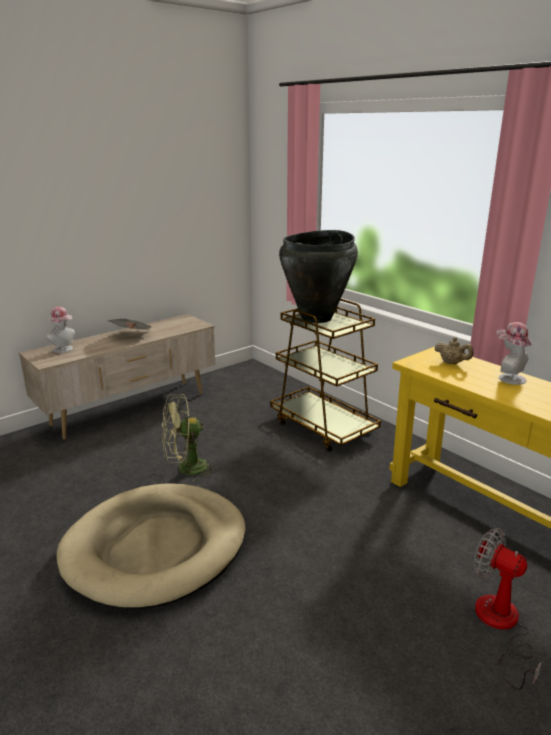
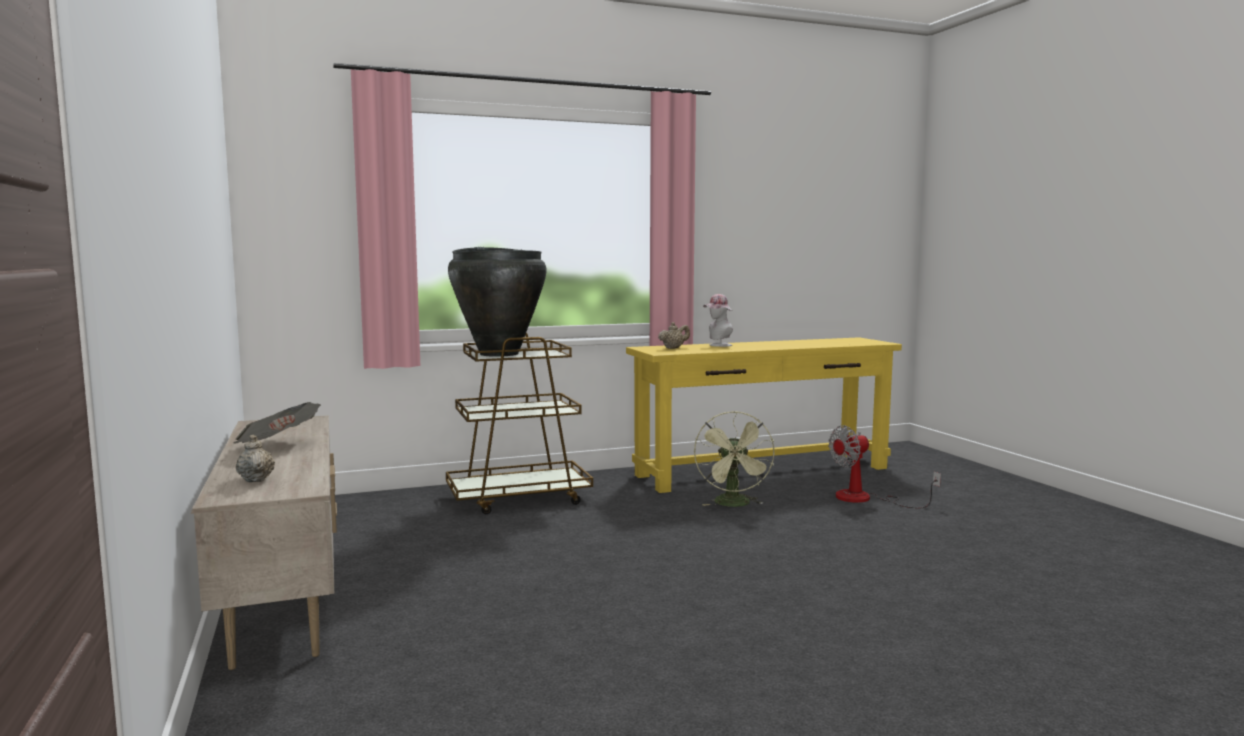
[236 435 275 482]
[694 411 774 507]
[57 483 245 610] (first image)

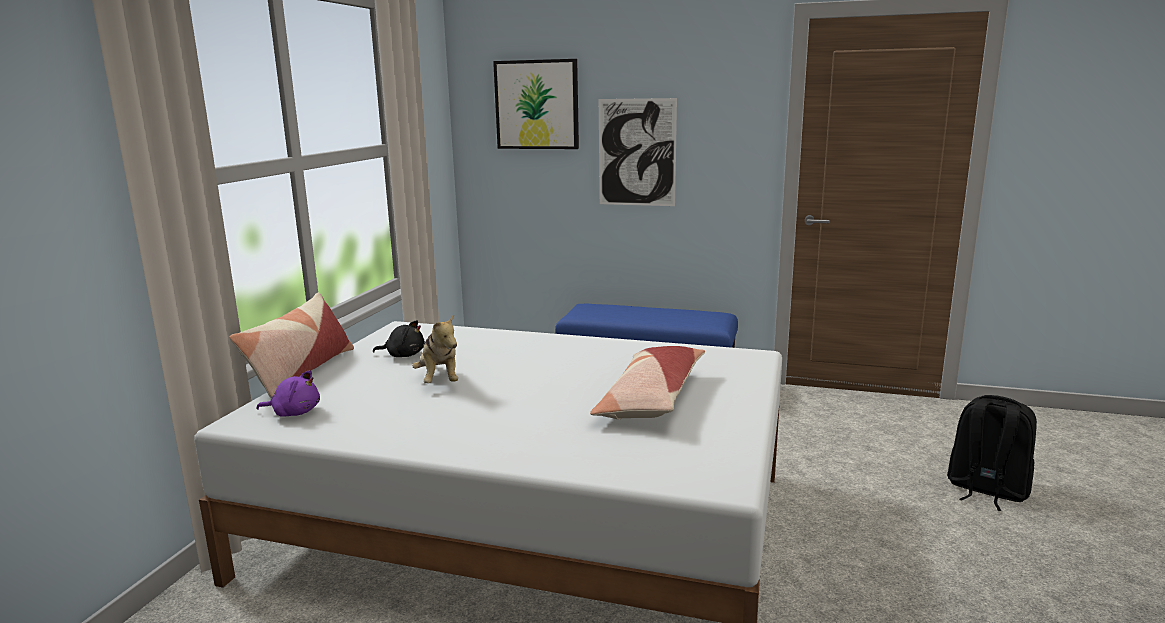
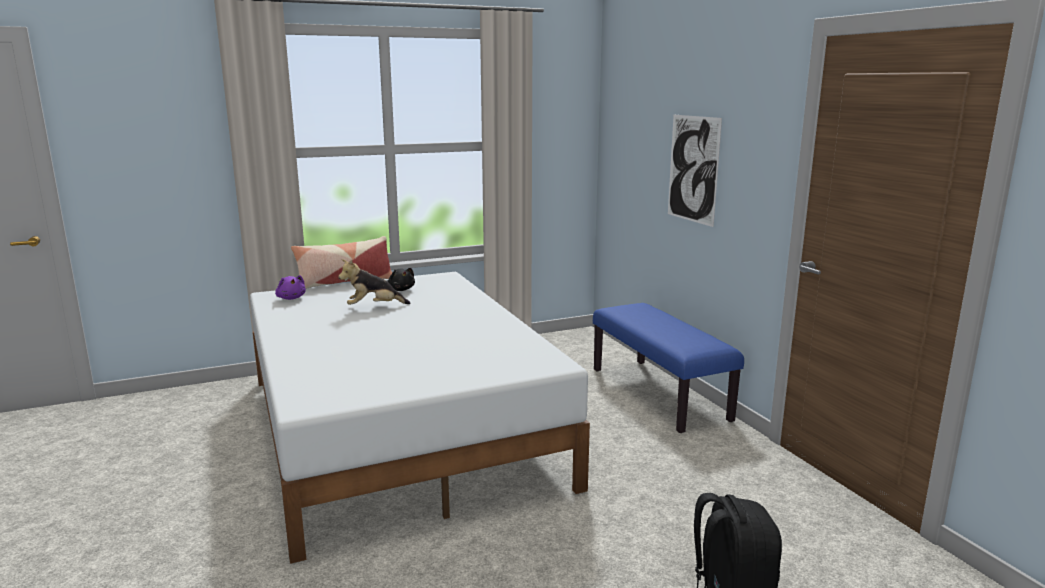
[338 259 411 305]
[493 59 579 149] (first image)
[590 346 705 419] (first image)

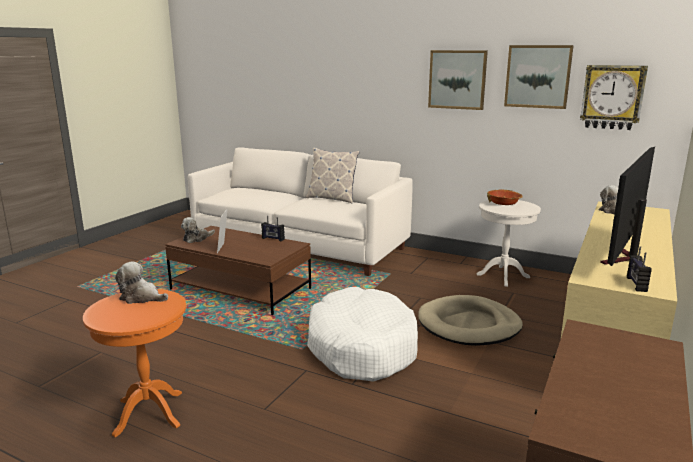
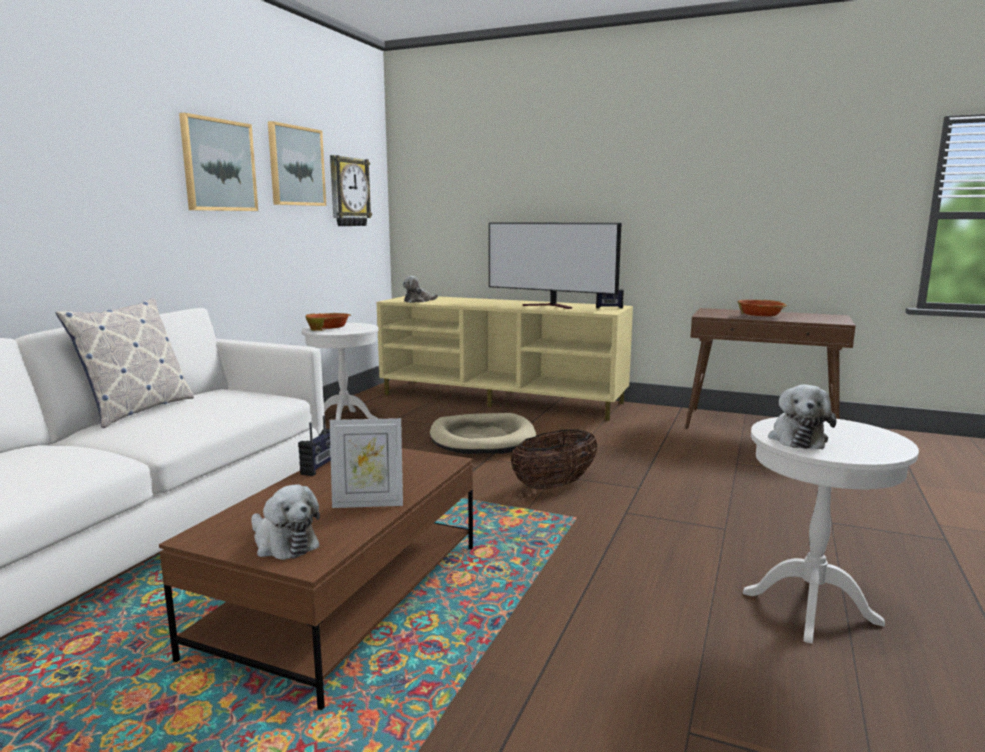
[511 429 597 490]
[738 300 787 316]
[743 417 919 644]

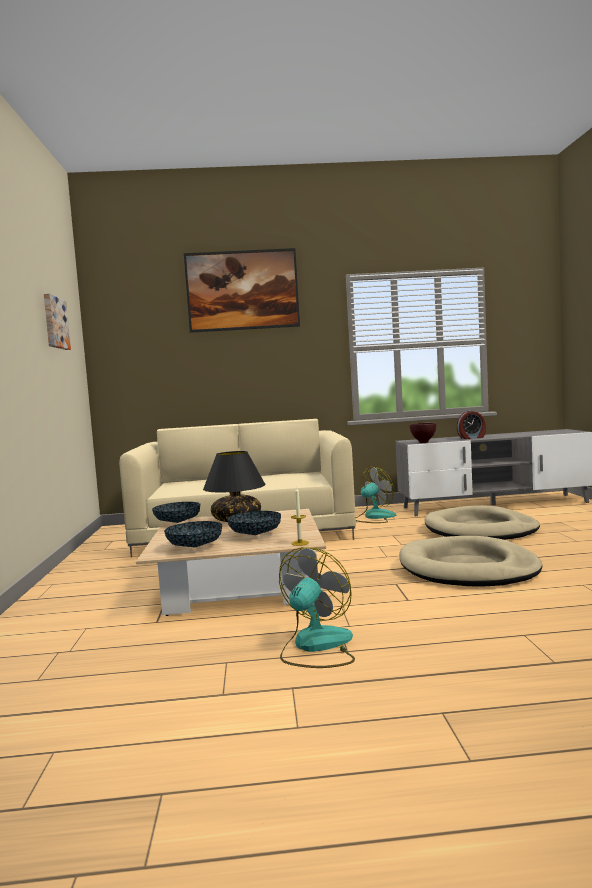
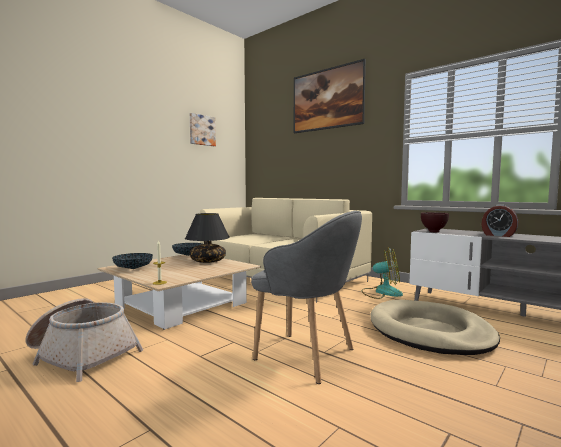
[26 298 143 382]
[251 211 362 384]
[227 511 281 535] (first image)

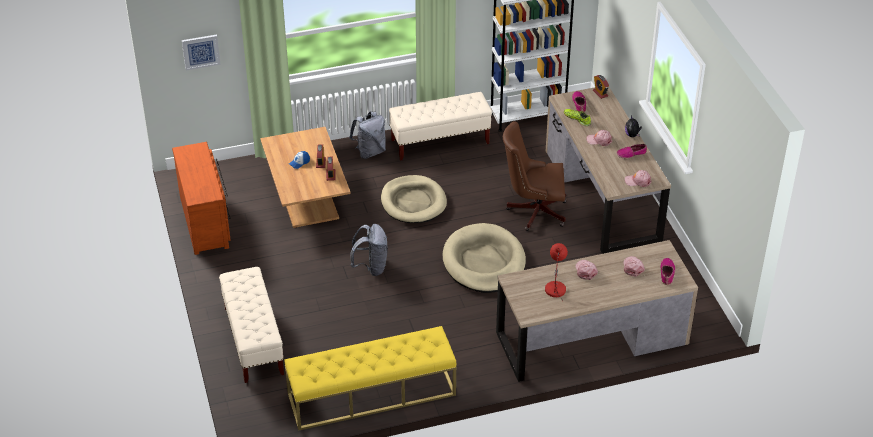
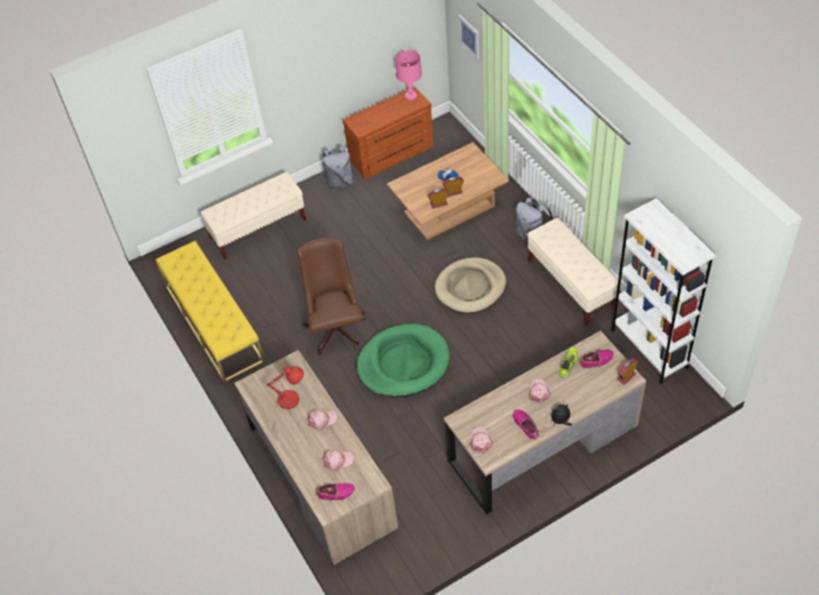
[297 238 366 355]
[322 146 354 189]
[357 324 450 397]
[395 50 422 100]

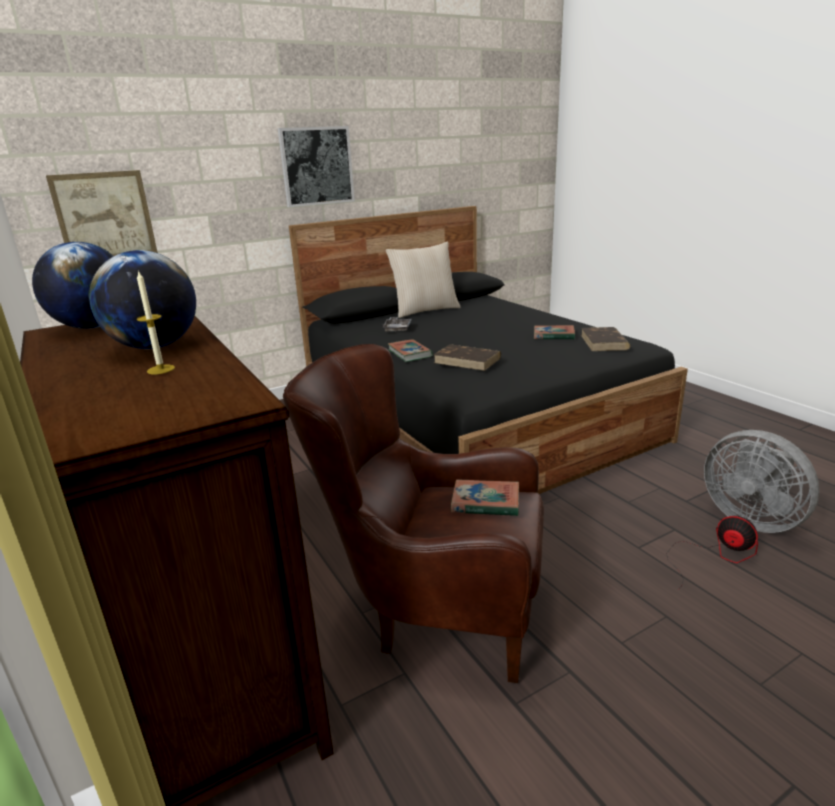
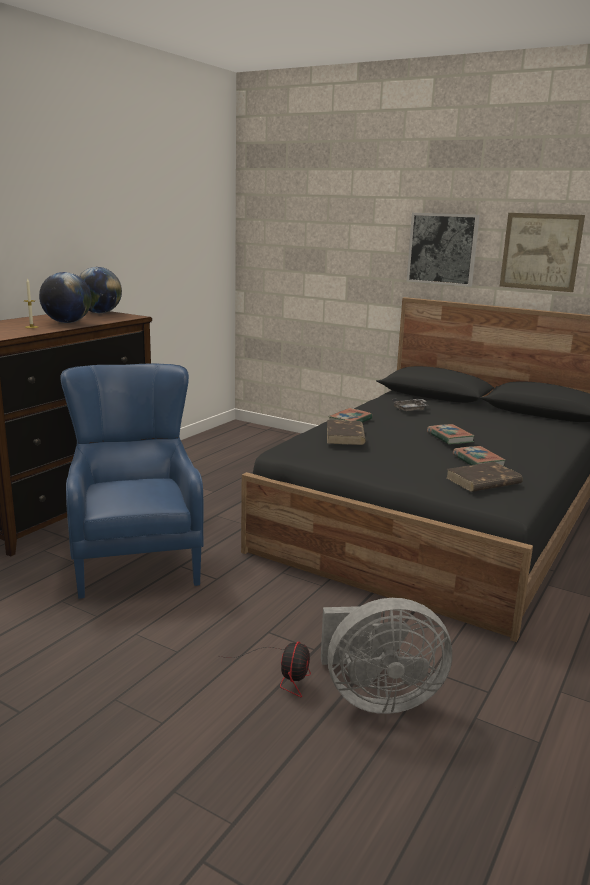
[60 363 204 599]
[321 598 452 714]
[427 424 475 444]
[500 213 585 292]
[386 242 461 318] (first image)

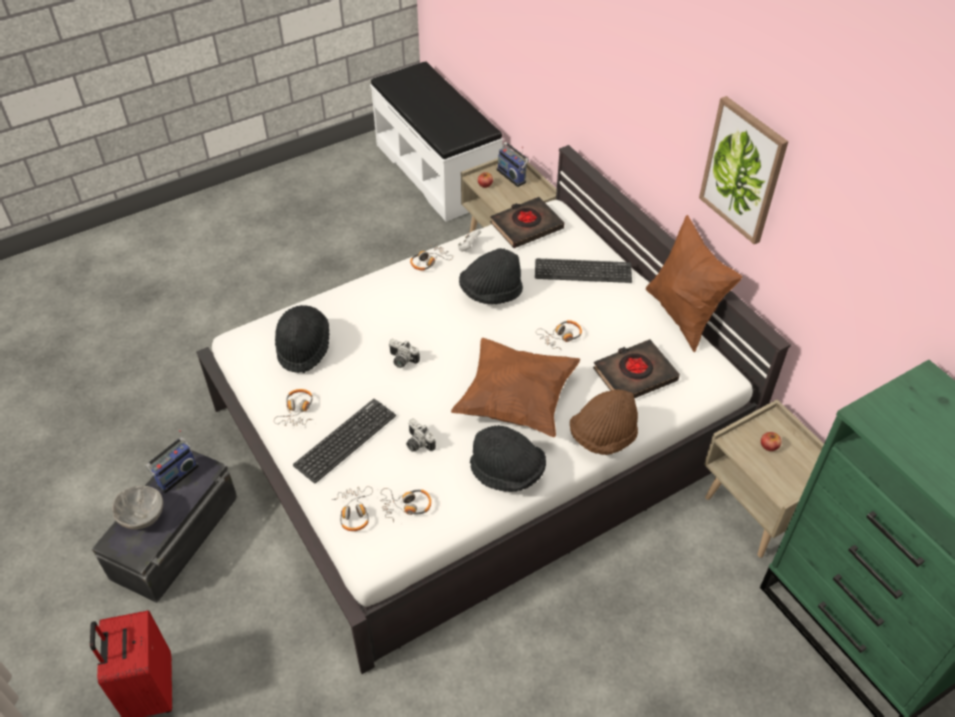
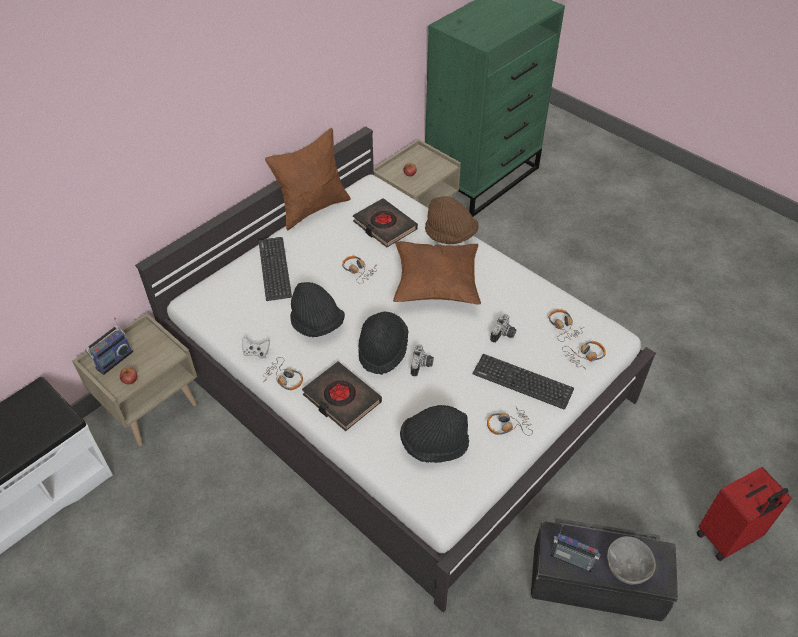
[302 362 382 431]
[358 312 408 375]
[699 96 788 245] (first image)

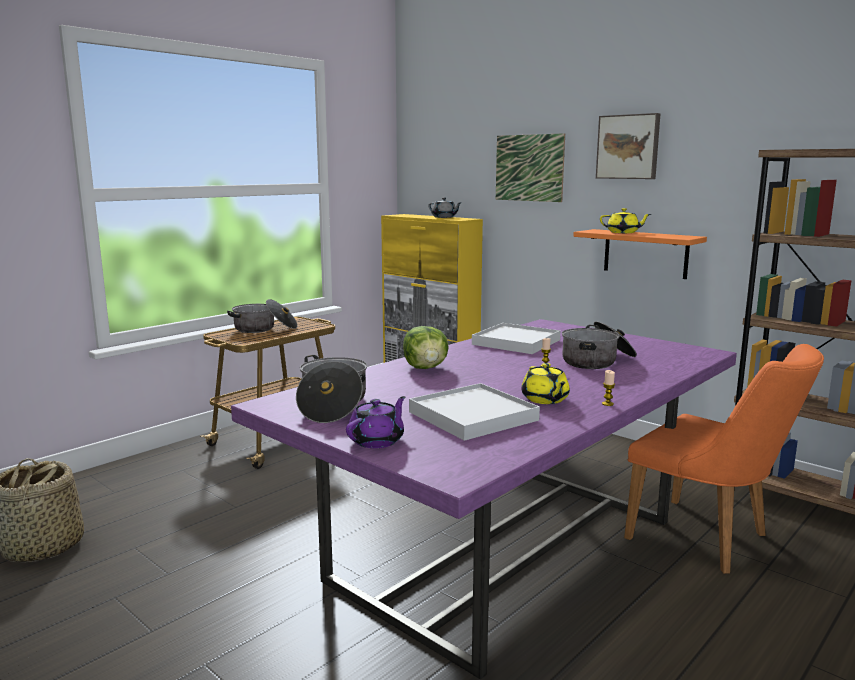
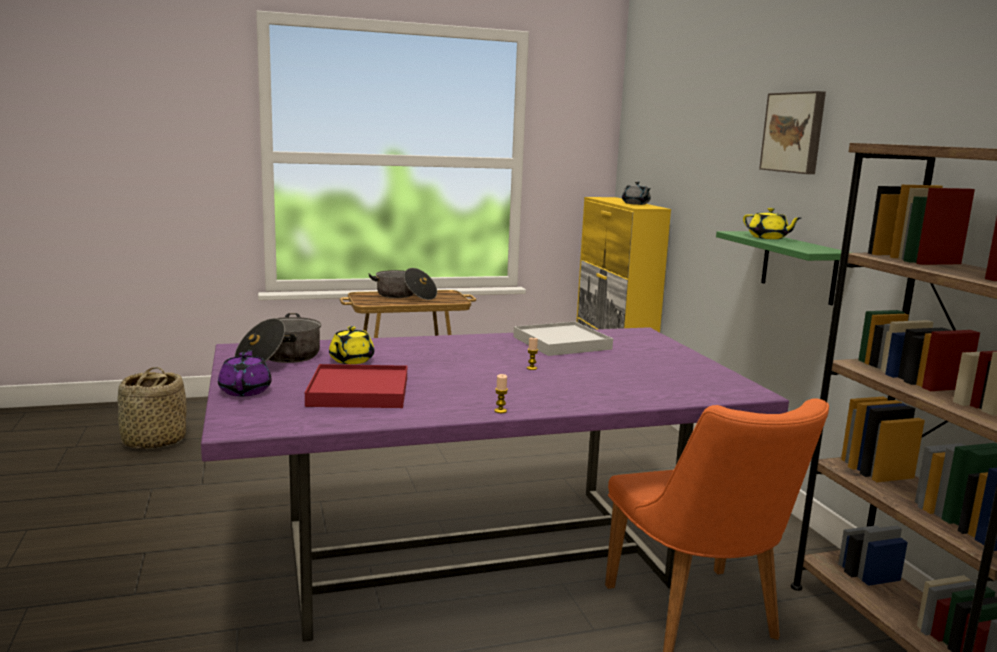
[218 349 272 397]
[305 364 407 408]
[329 326 374 364]
[716 231 852 305]
[403 326 448 369] (first image)
[496 133 565 202] (first image)
[562 321 637 369] (first image)

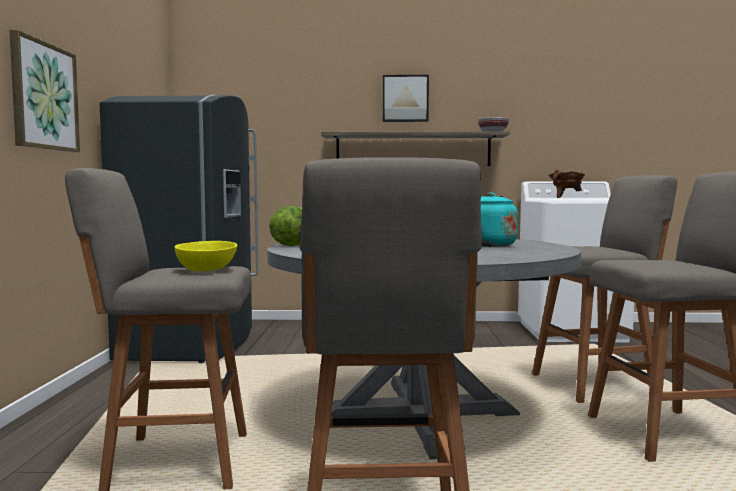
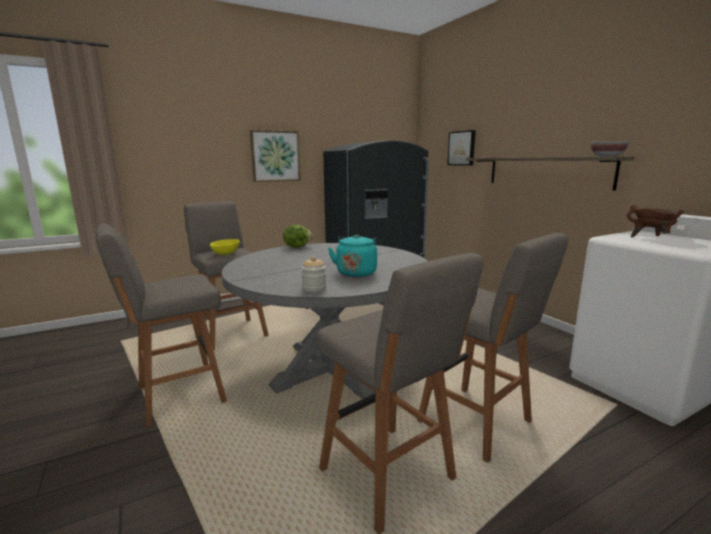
[301 257 326 292]
[447 130 476 166]

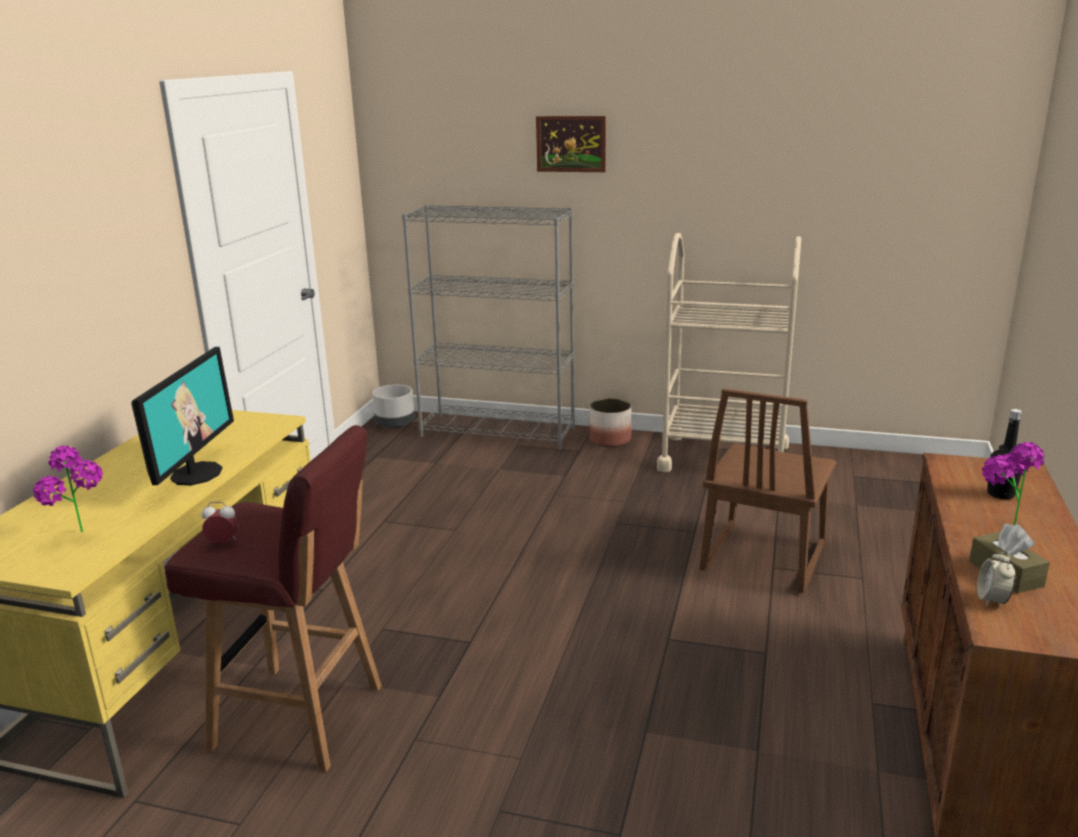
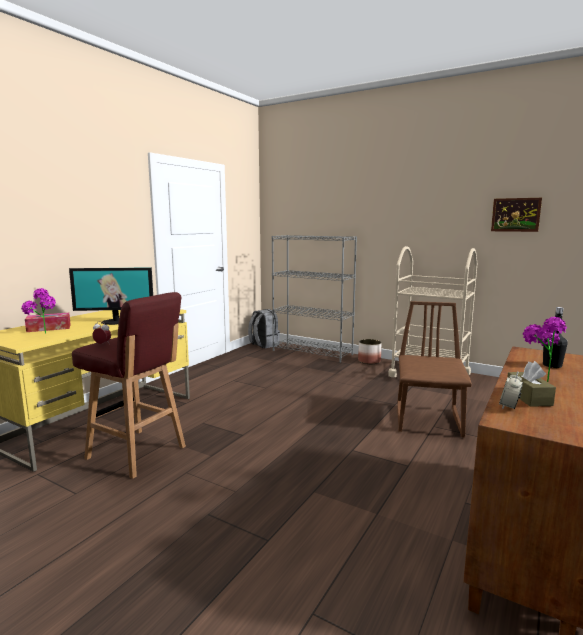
[25 313 71 332]
[69 267 153 325]
[248 309 280 348]
[397 301 472 438]
[491 198 542 232]

